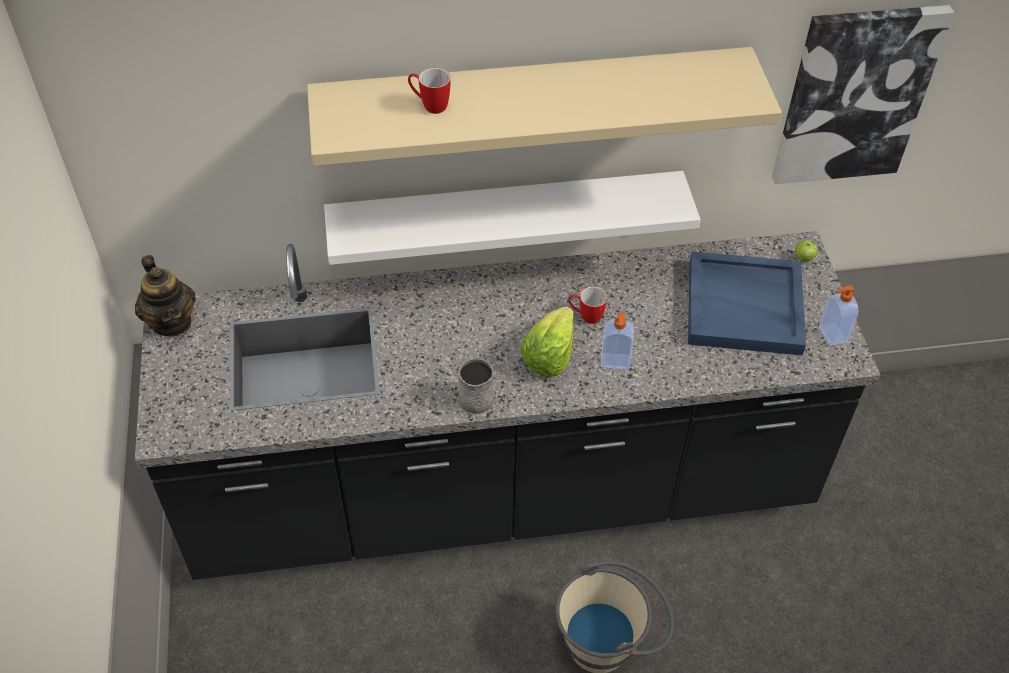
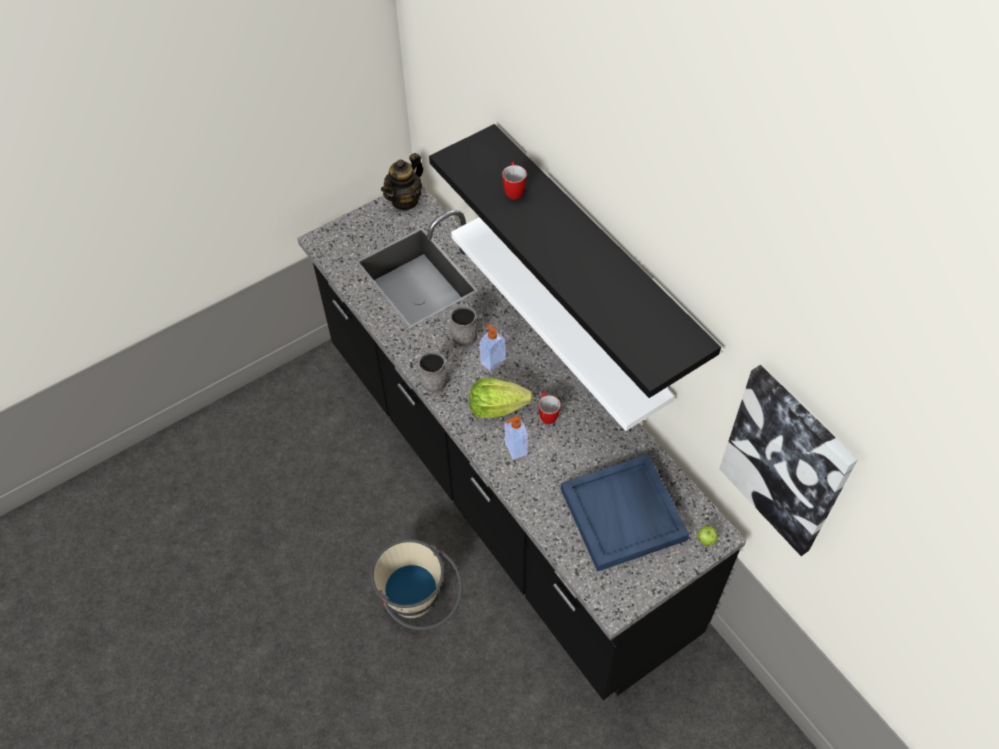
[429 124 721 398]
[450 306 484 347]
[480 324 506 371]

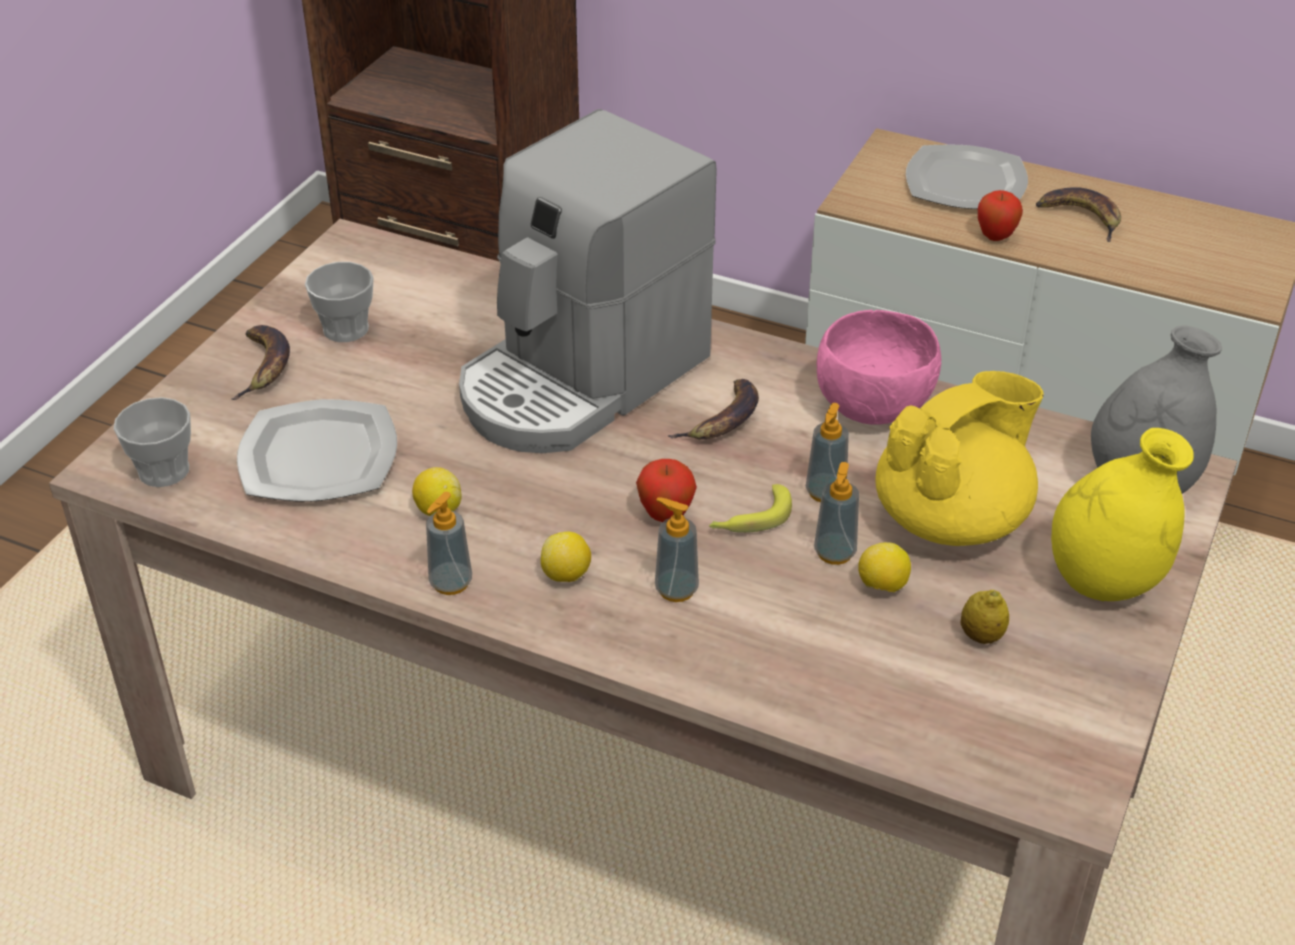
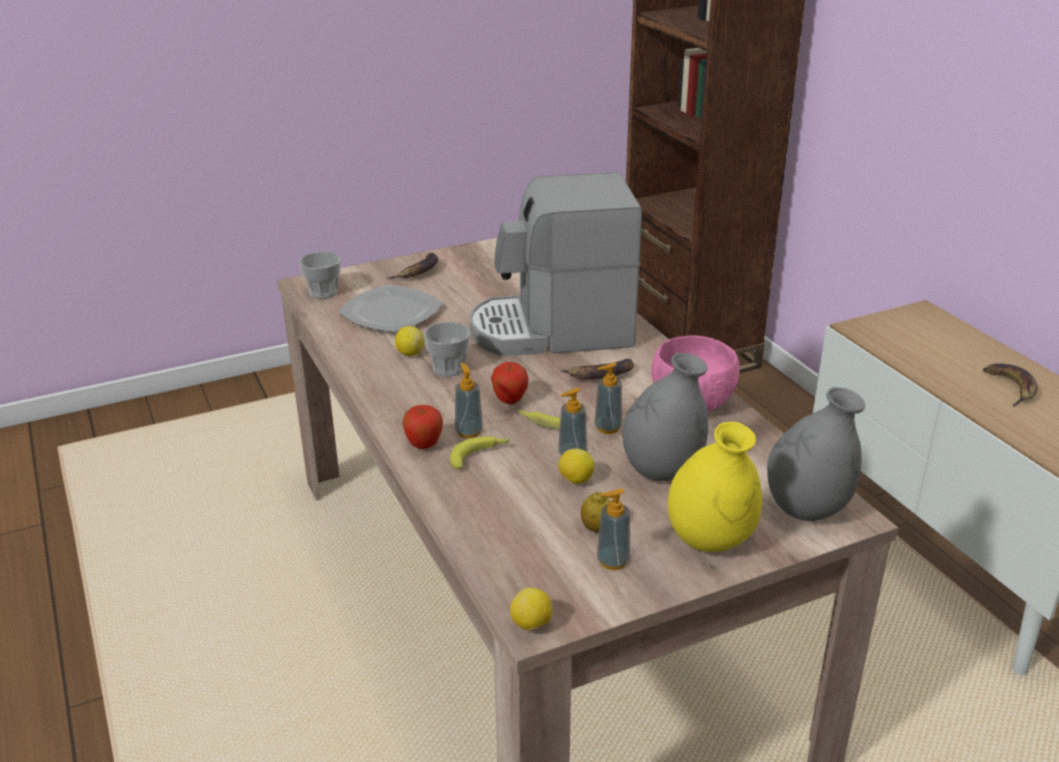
[403 405 443 449]
[424 322 470 377]
[450 436 510 469]
[510 588 553 631]
[597 489 630 570]
[622 353 708 481]
[906 145 1028 209] (first image)

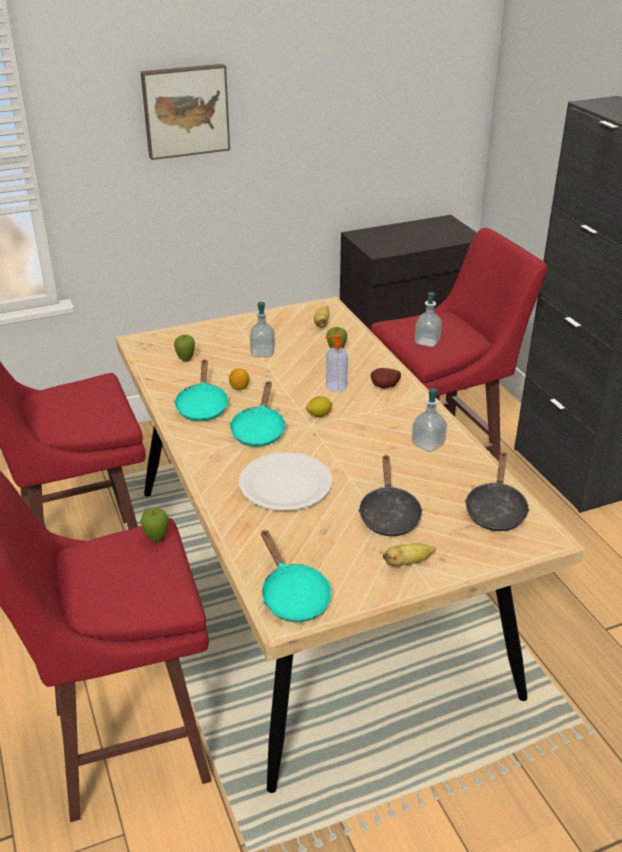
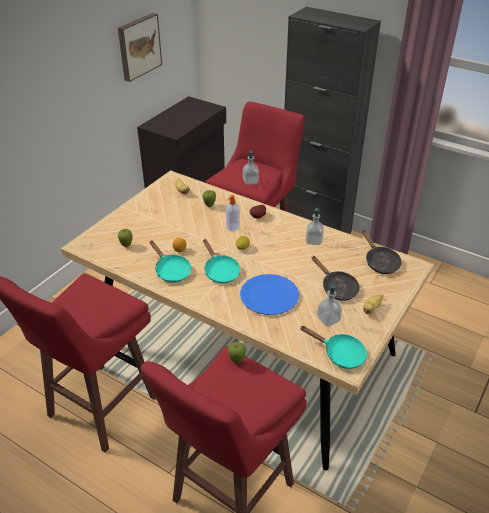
[118 13 162 82]
[240 274 299 315]
[317 284 342 327]

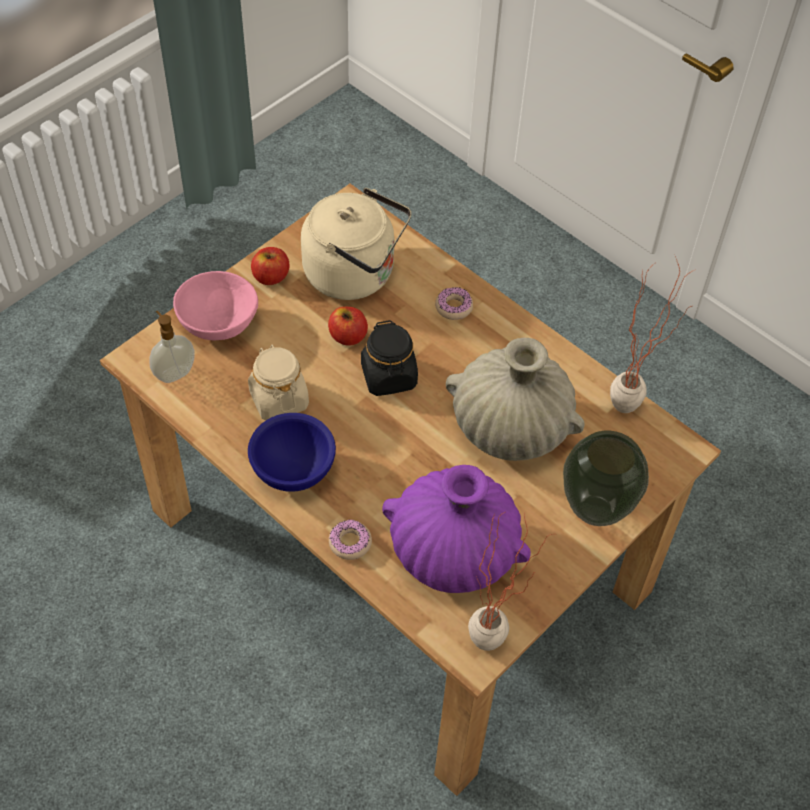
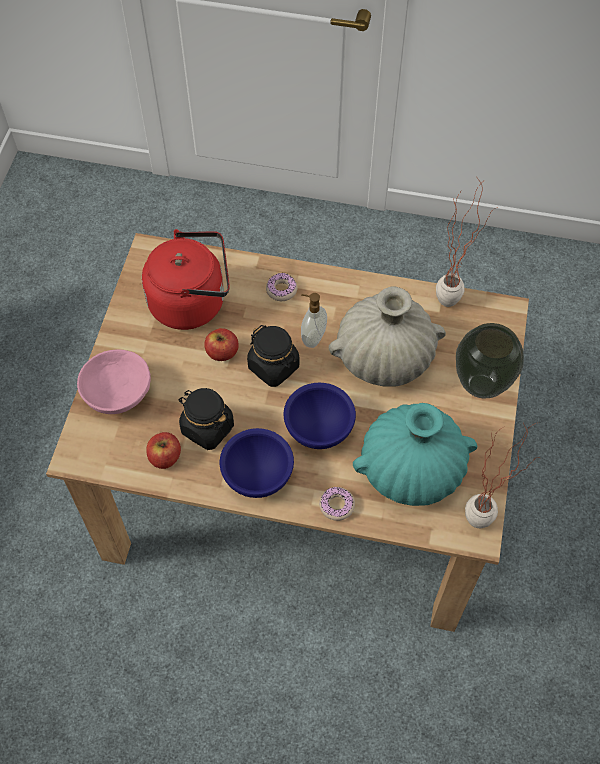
[142 229 230 330]
[146 432 181 469]
[178 388 234 450]
[283 383 356 449]
[301 293 327 348]
[353 403 477 506]

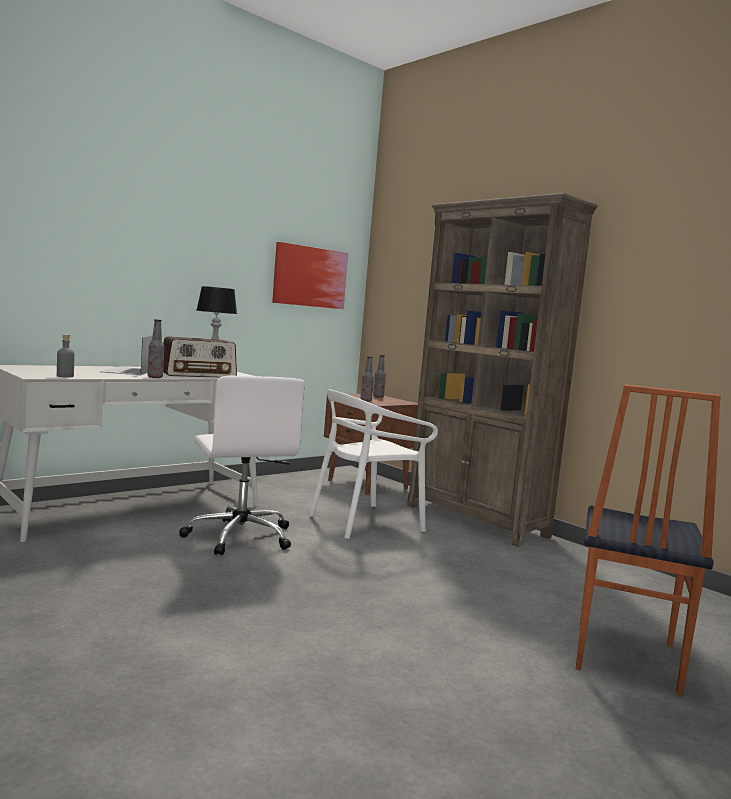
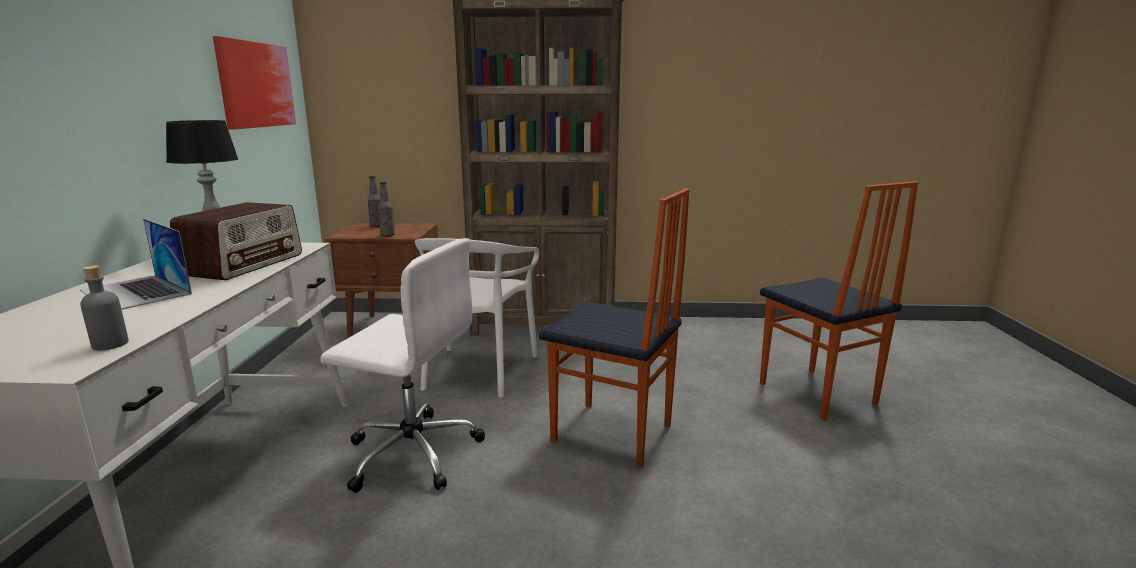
[539 188 690 468]
[147 319 164 378] (first image)

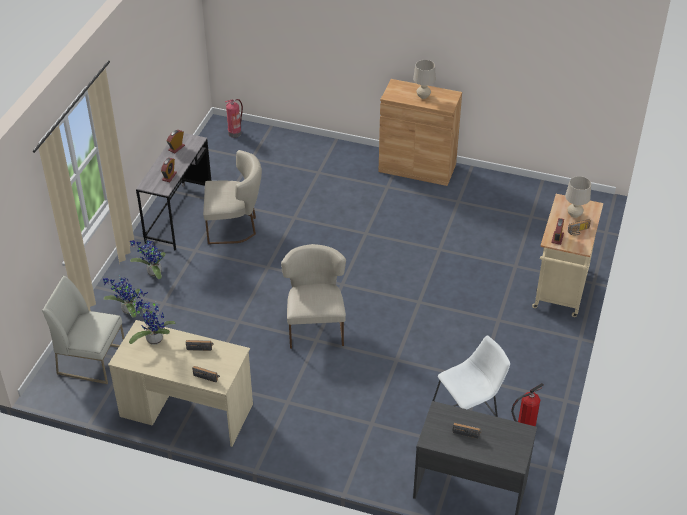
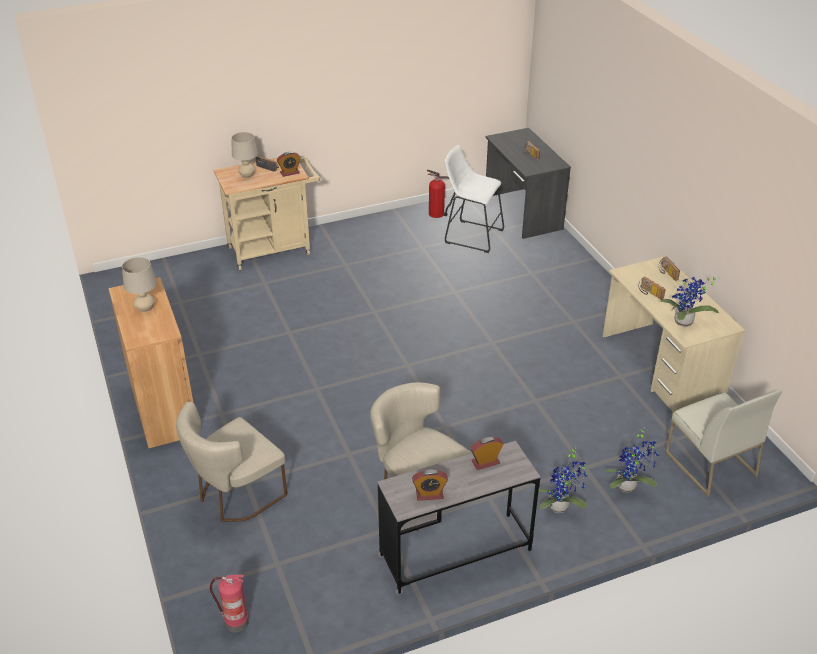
[176 401 287 522]

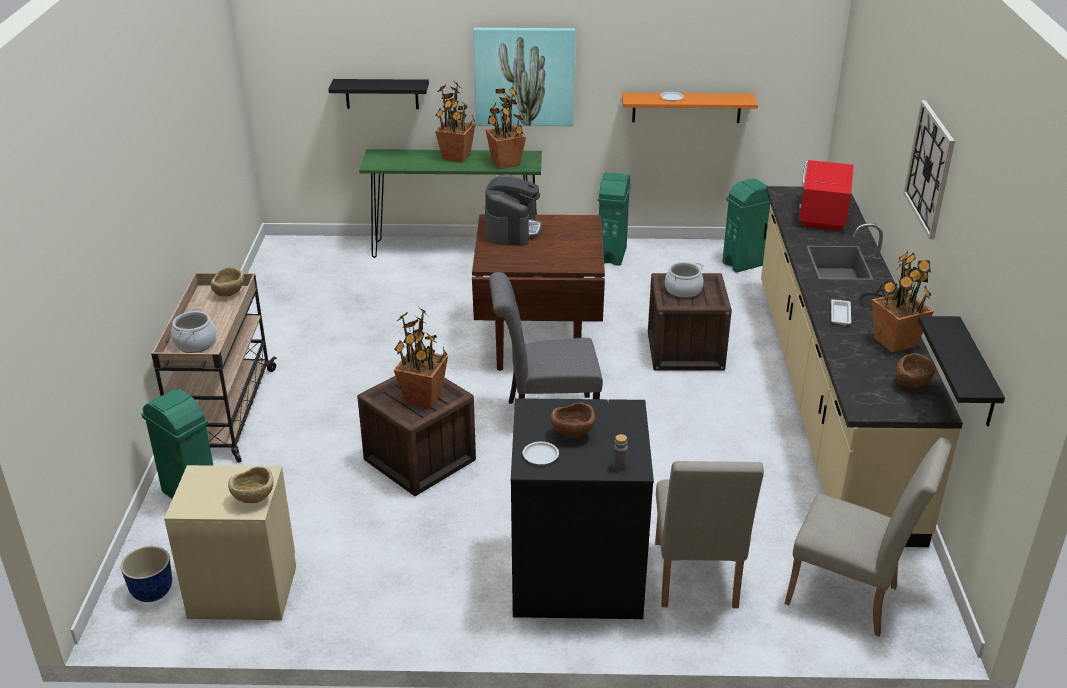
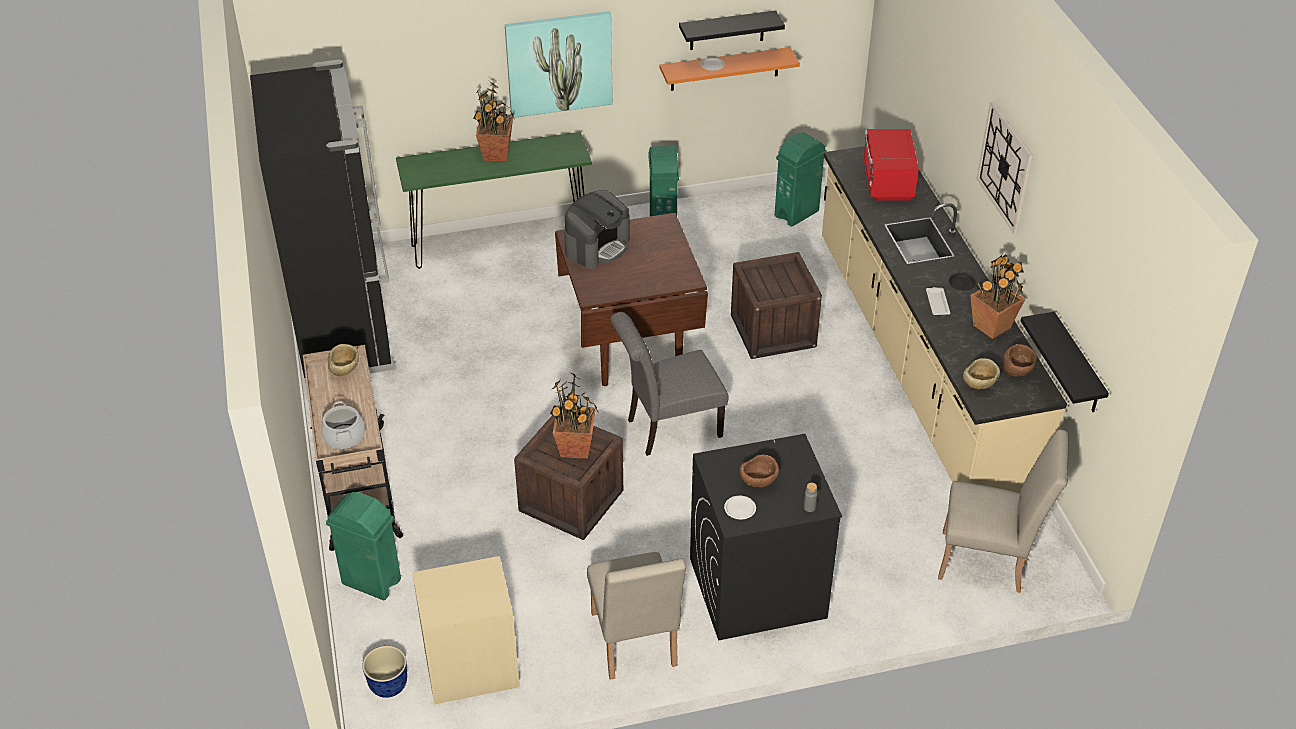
[250 59 396 383]
[564 190 630 269]
[587 552 686 680]
[679 10 785 50]
[963 358 1000 389]
[485 87 526 169] (first image)
[665 262 704 298] (first image)

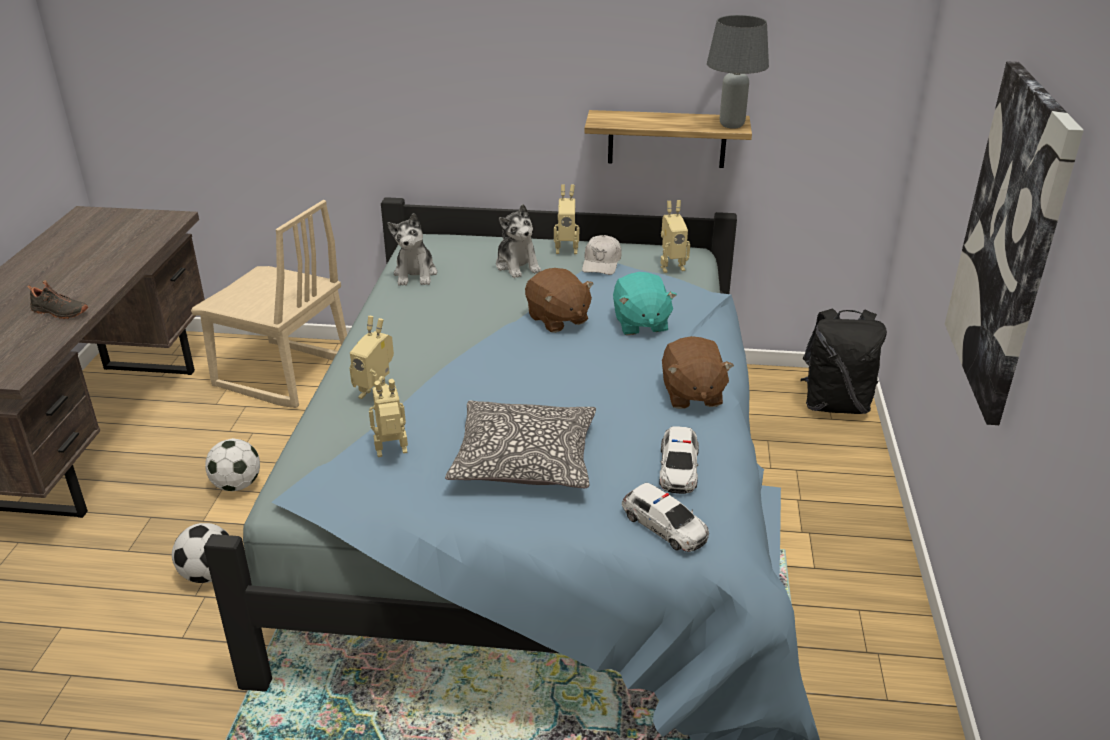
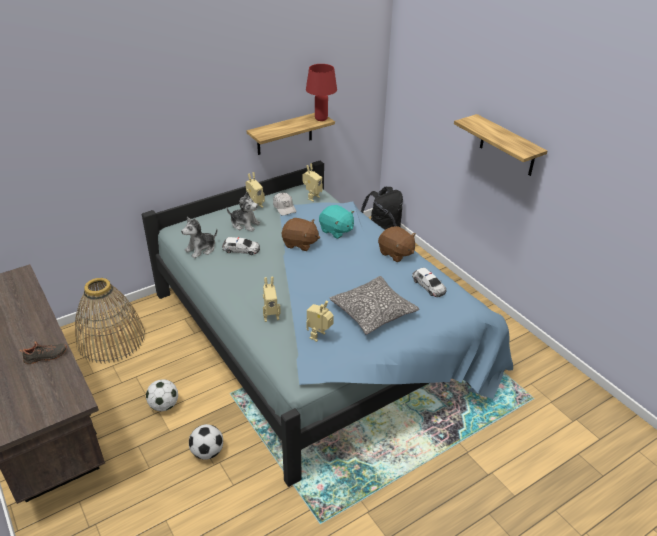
[75 278 145 363]
[181 217 217 258]
[222 237 260 255]
[306 64 337 121]
[454 114 547 176]

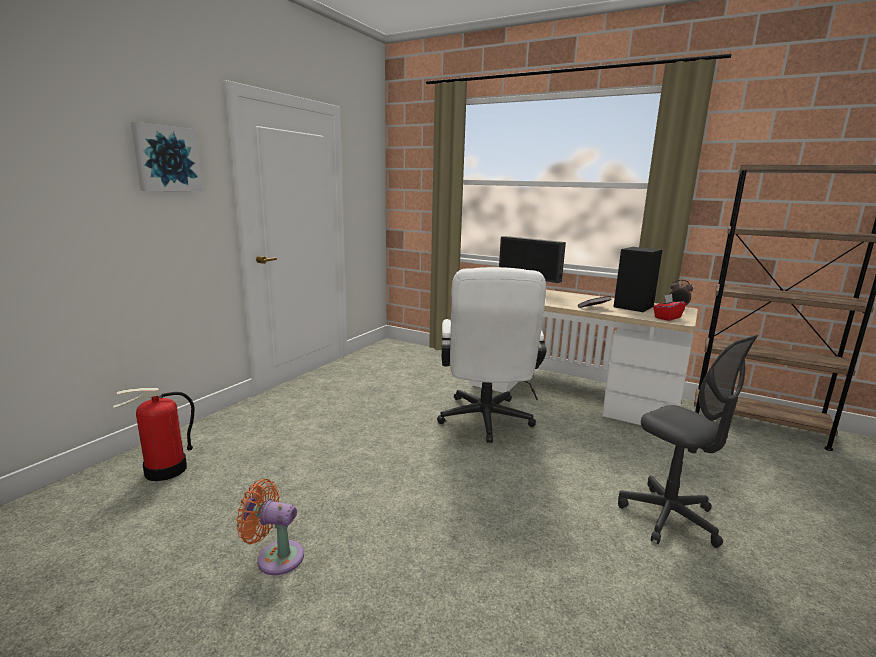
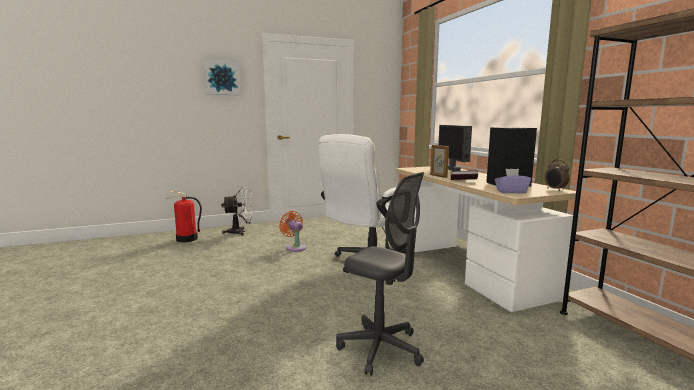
[221 187 252 236]
[279 211 306 252]
[336 172 424 376]
[430 145 449 178]
[495 169 531 193]

